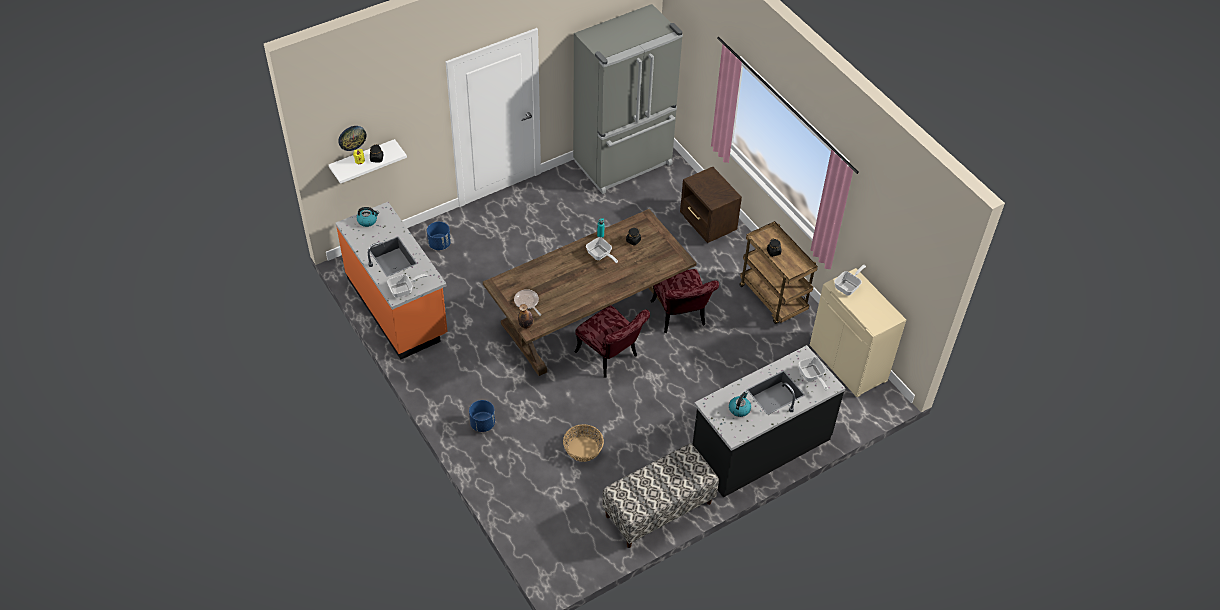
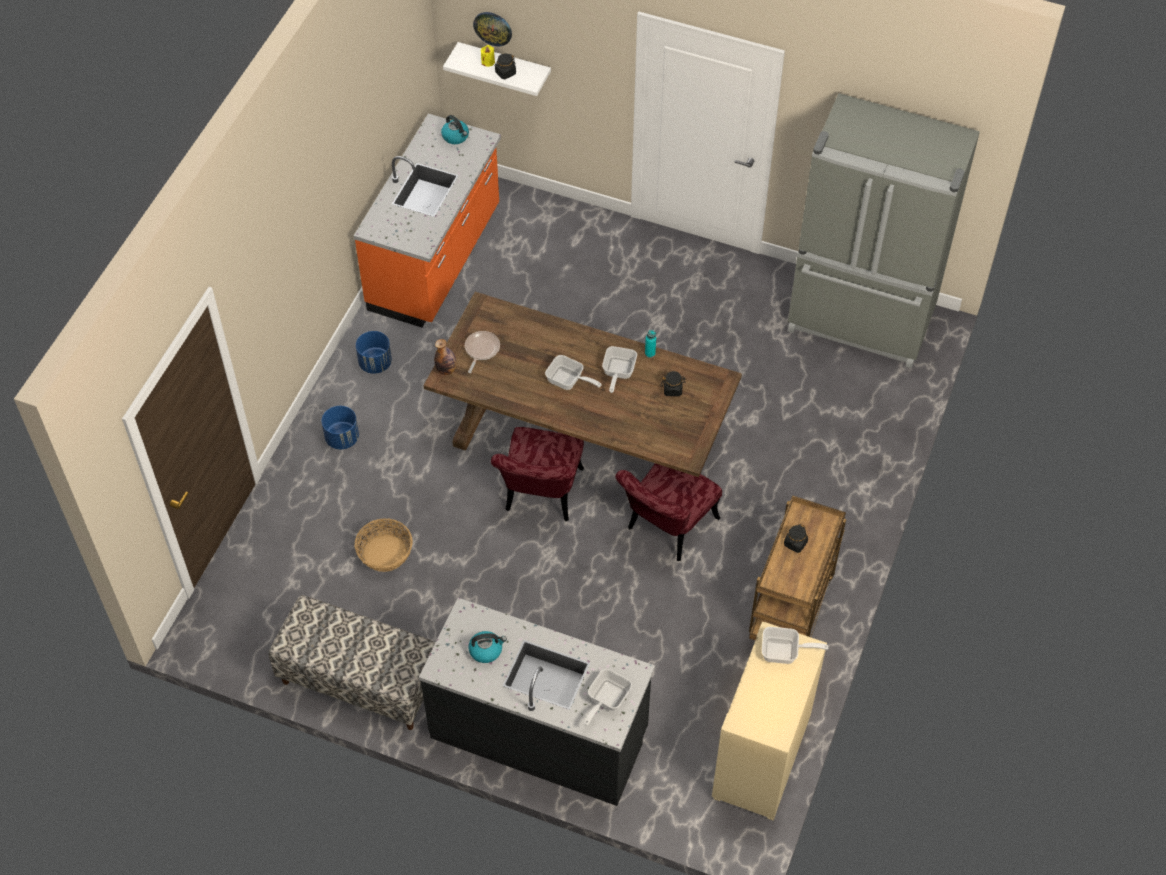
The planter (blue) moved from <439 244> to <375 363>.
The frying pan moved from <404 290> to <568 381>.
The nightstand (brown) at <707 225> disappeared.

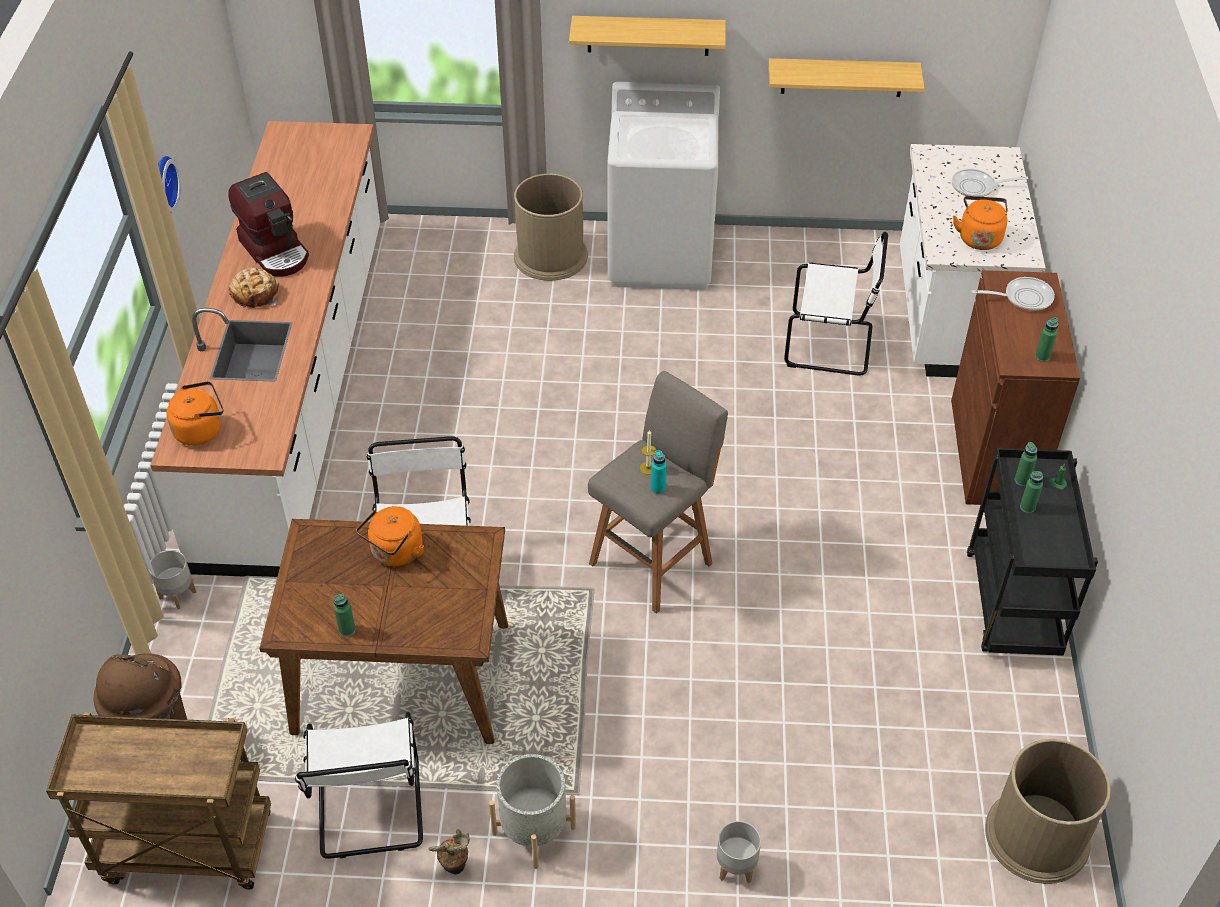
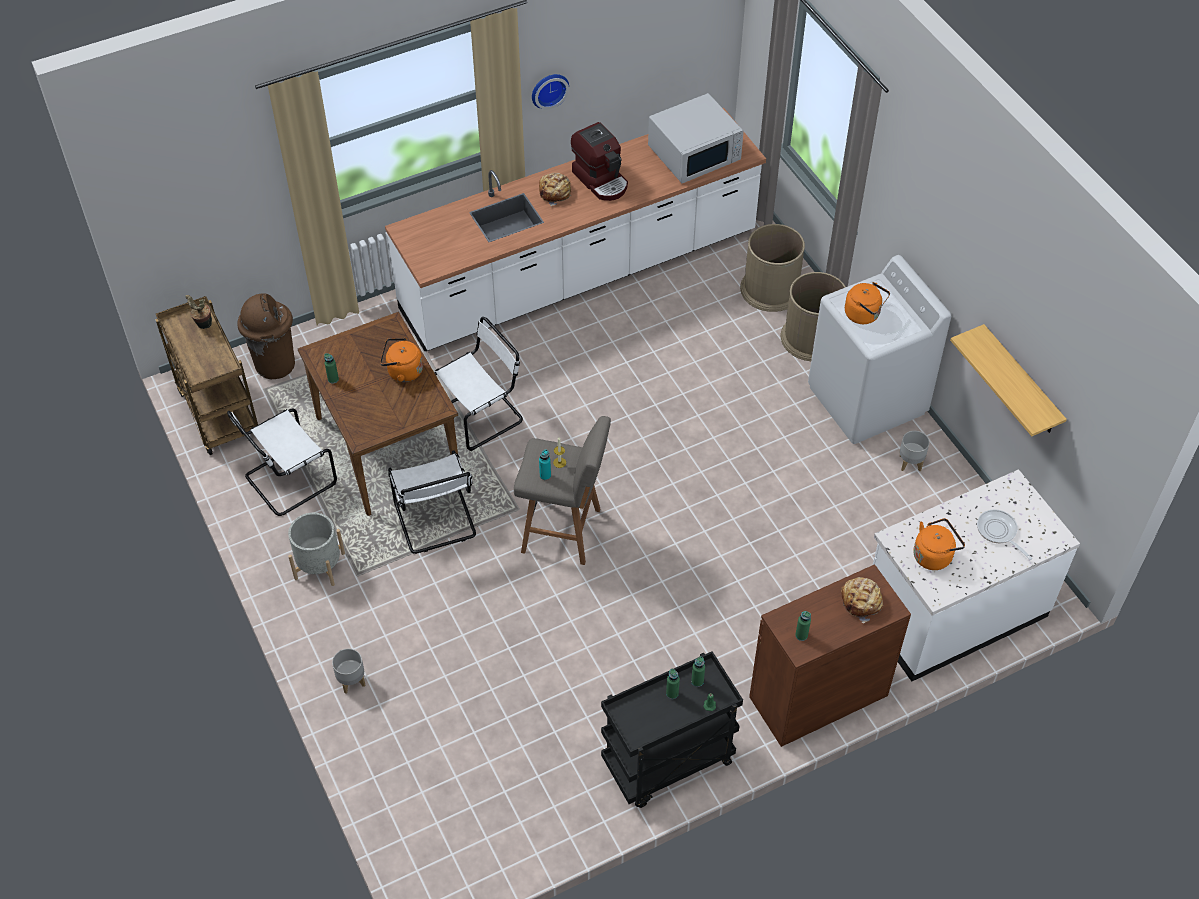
The potted plant moved from <454 868> to <203 325>.
The chair (white) moved from <832 345> to <436 521>.
The coffee machine at <276 250> turned 60 degrees counterclockwise.
The microwave (white) at <695 153> appeared.
The trash can (brown) moved from <1037 836> to <770 289>.
The frying pan at <1023 297> was replaced by the bread at <861 601>.
The kettle (orange) moved from <201 430> to <864 315>.
The planter (grey) moved from <178 595> to <910 463>.
The shelf at <648 35> disappeared.

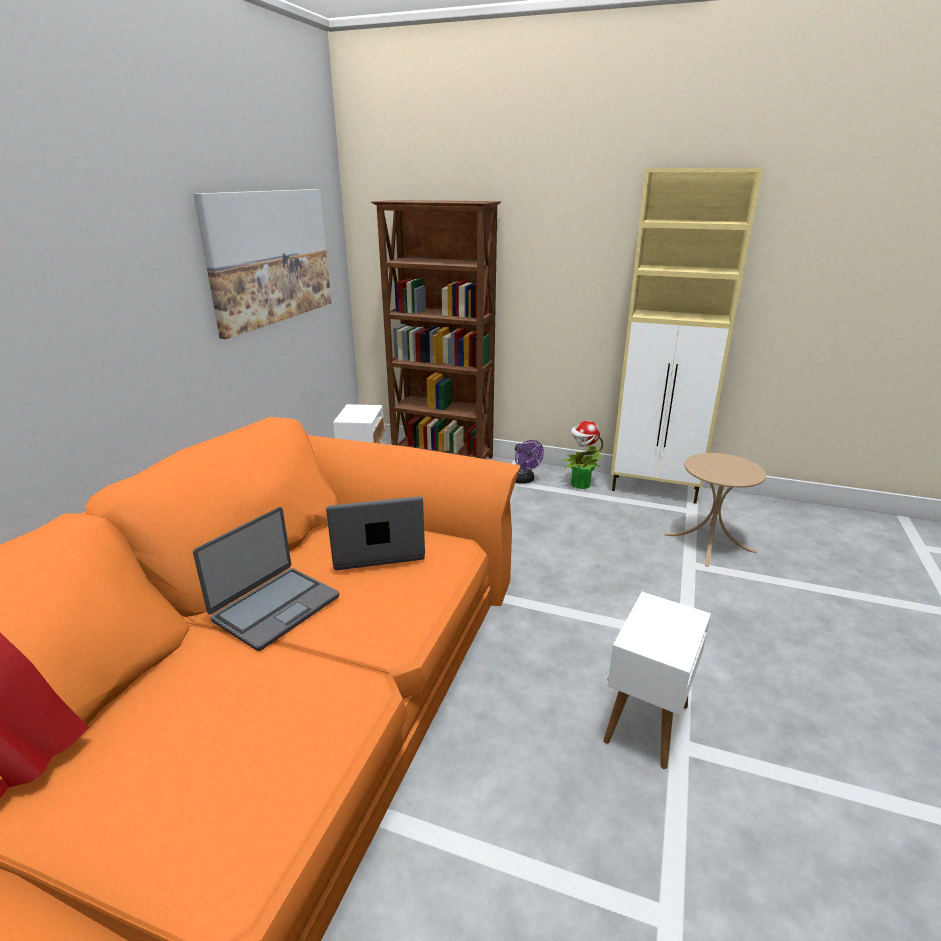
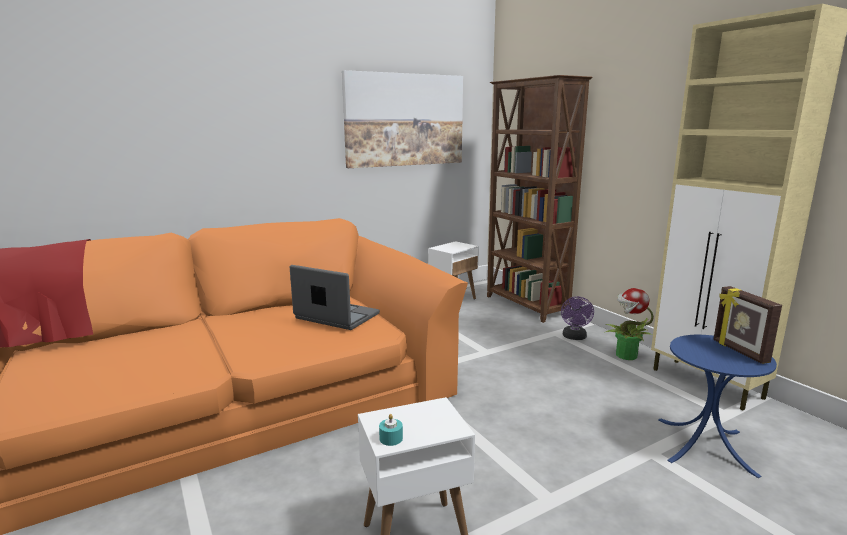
The candle (turquoise) at <391 438> appeared.
The side table (beige) at <709 543> became the side table (blue) at <705 446>.
The picture frame at <739 351> appeared.
The laptop at <275 607> disappeared.

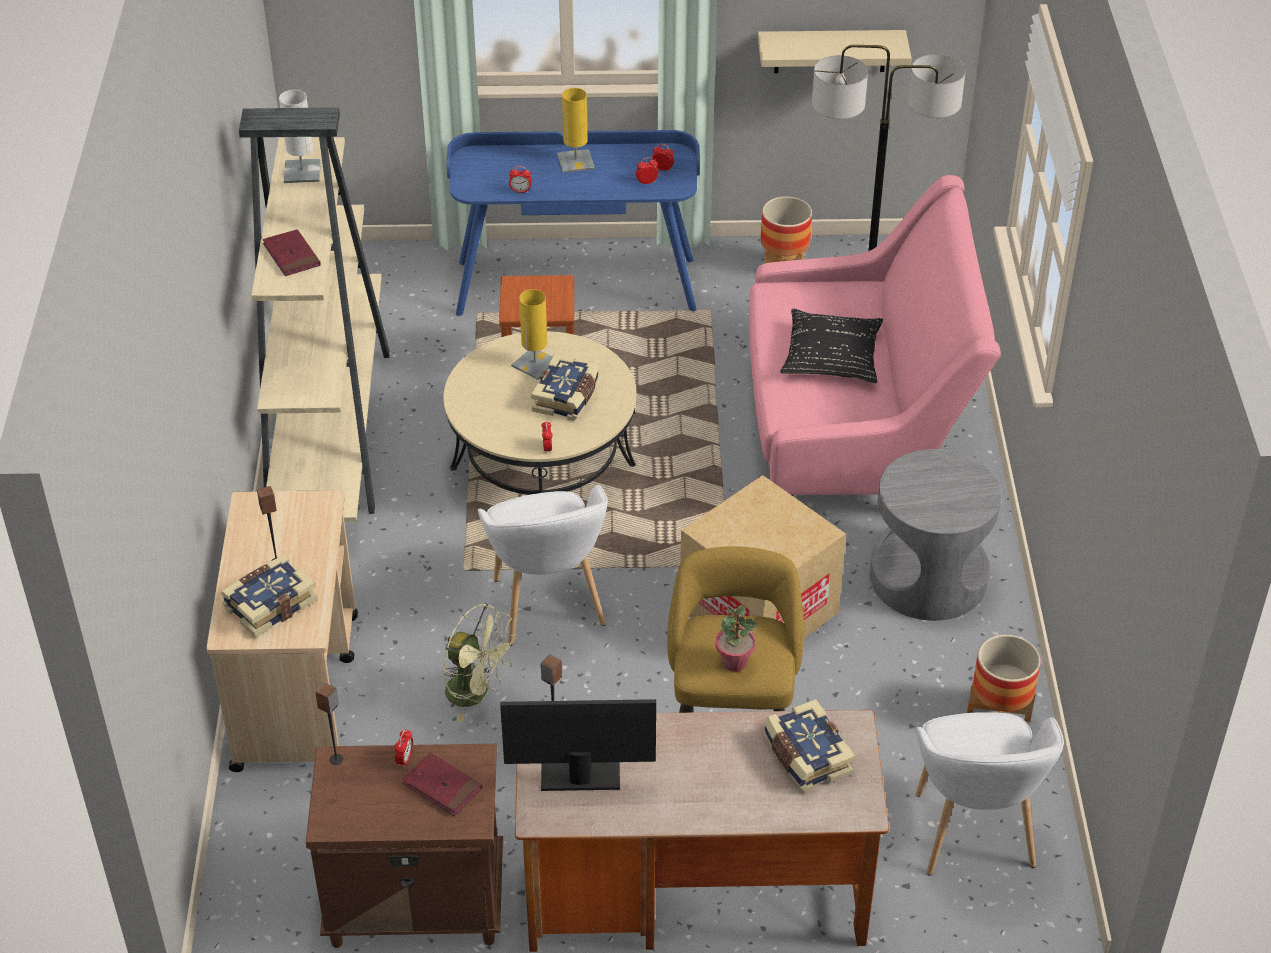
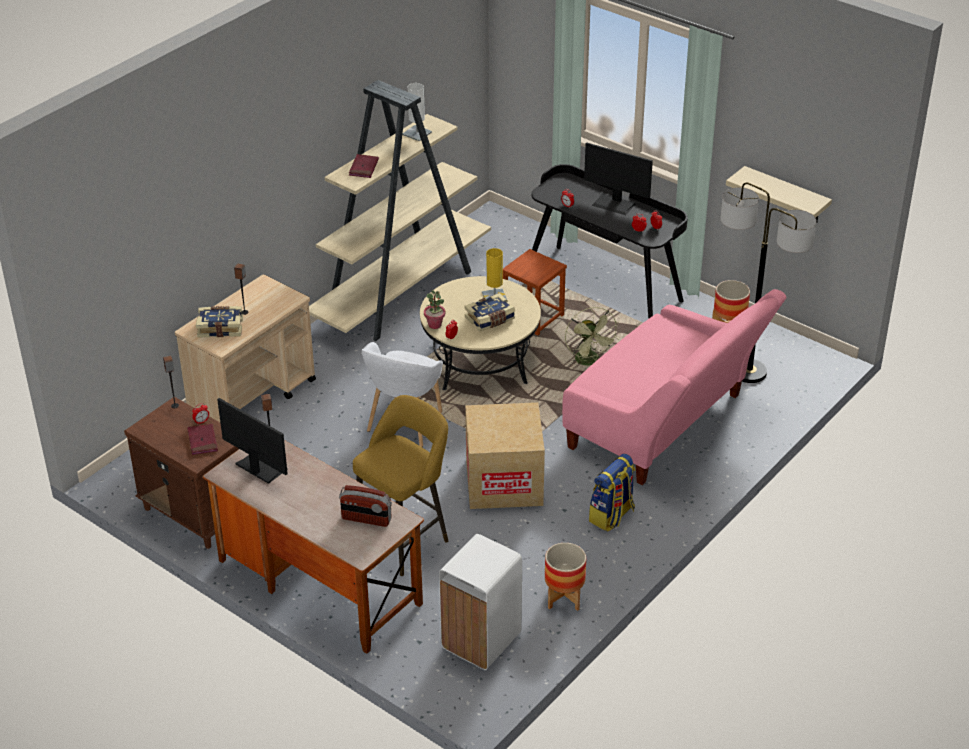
The book at <806 757> was replaced by the radio at <366 519>.
The potted plant moved from <734 662> to <435 325>.
The armchair (white) at <972 834> was replaced by the trash can (white) at <480 641>.
The desk (blue) at <576 285> became the desk (black) at <604 285>.
The fan (green) moved from <476 694> to <590 362>.
The table lamp (yellow) at <575 162> was replaced by the monitor at <614 204>.
The side table (grey) at <928 577> was replaced by the backpack at <612 516>.
The pillow (black) at <832 356> disappeared.

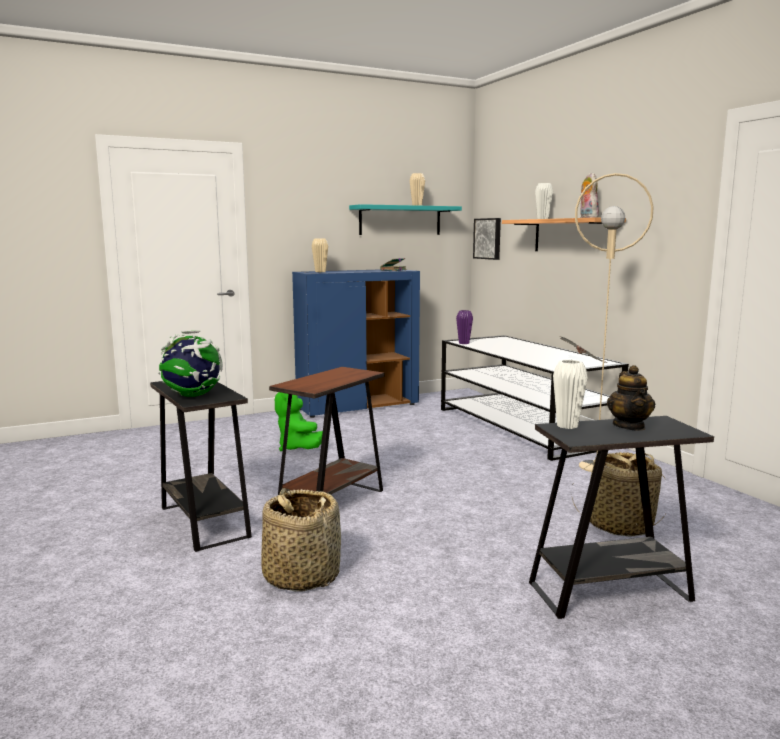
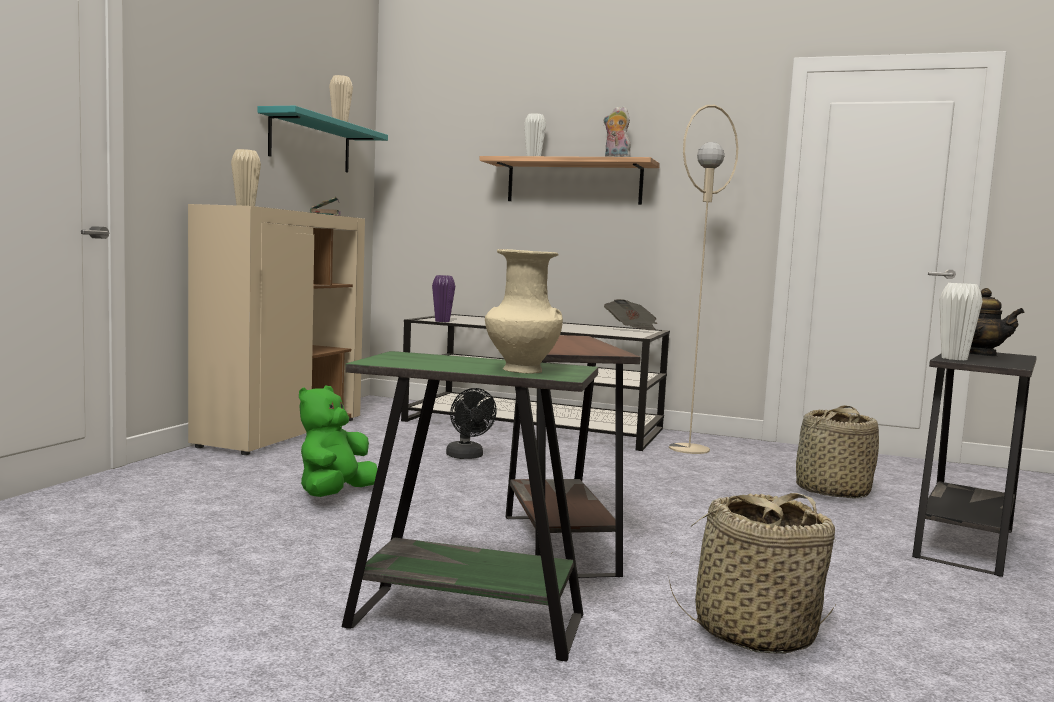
The cabinet (blue) at <358 406> became the cabinet (beige) at <281 432>.
The plush toy (green) at <298 448> turned 90 degrees clockwise.
The side table (black) at <204 522> became the side table (green) at <466 621>.
The fan (black) at <467 456> appeared.
The globe at <193 396> was replaced by the vase (beige) at <520 370>.
The picture at <488 238> disappeared.

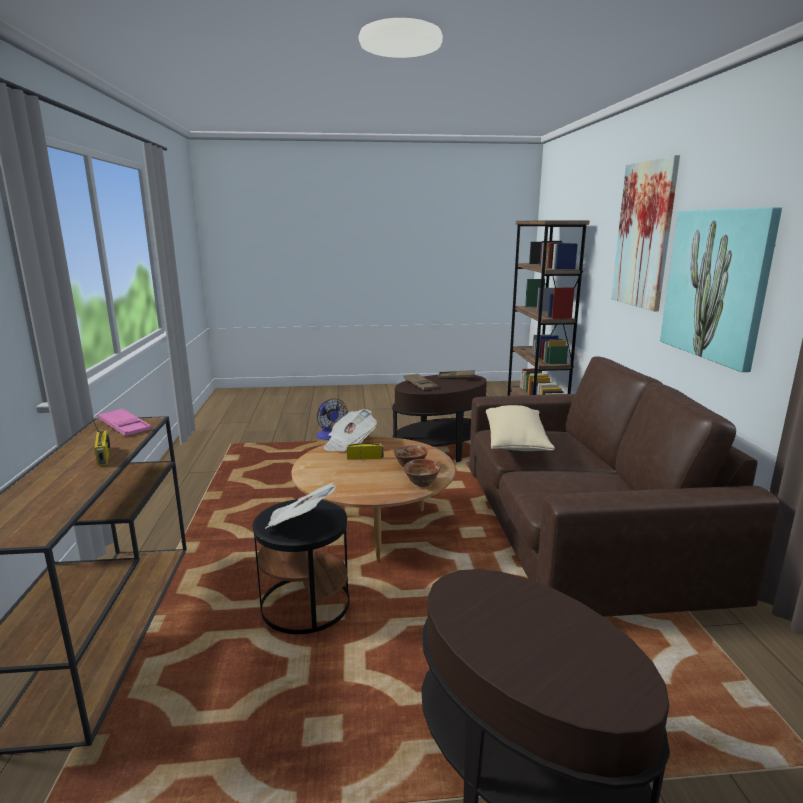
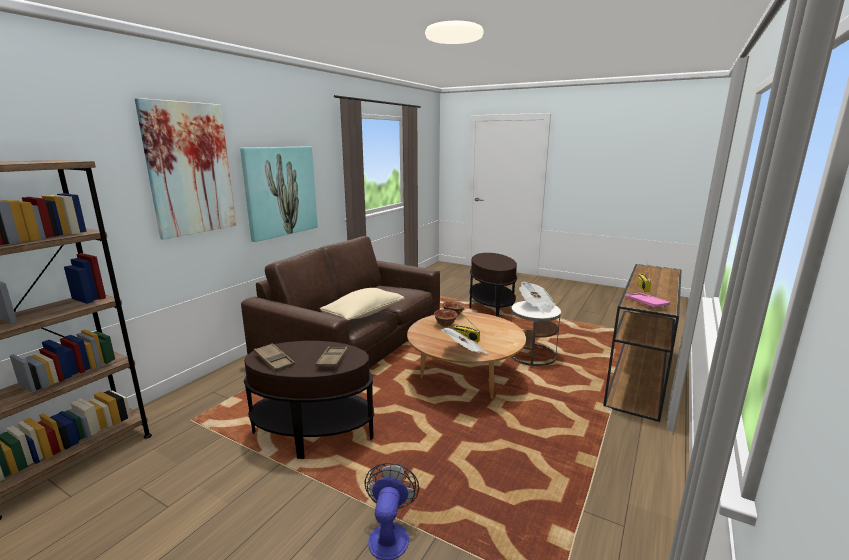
The side table (black) at <305 605> became the side table (white) at <532 355>.

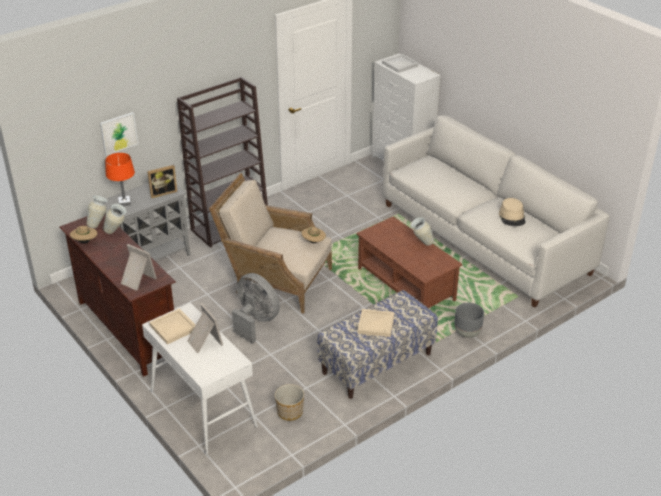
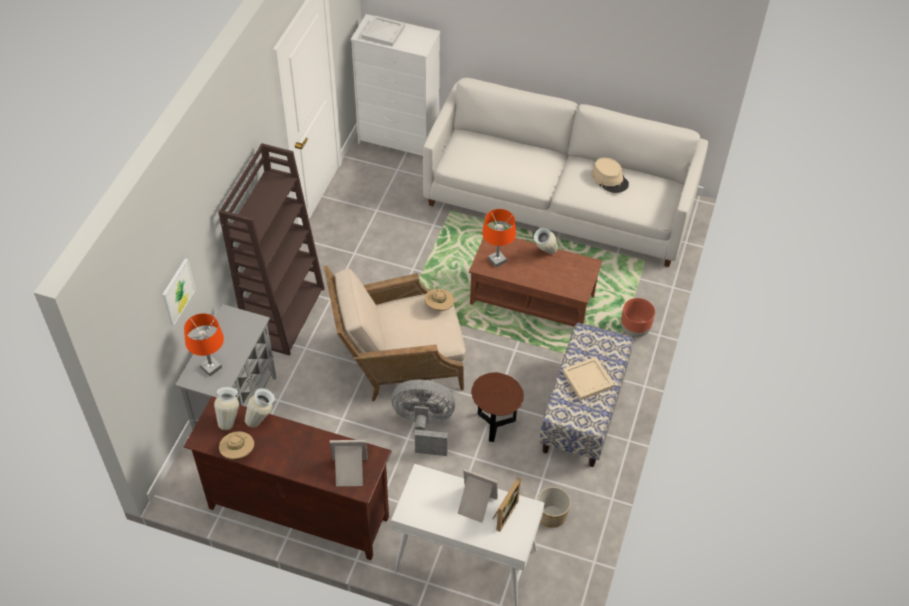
The side table (brown) at <495 425> appeared.
The table lamp (orange) at <497 260> appeared.
The picture frame moved from <163 192> to <503 513>.
The planter (grey) at <467 333> became the planter (brown) at <634 329>.
The tray (beige) at <173 328> disappeared.

